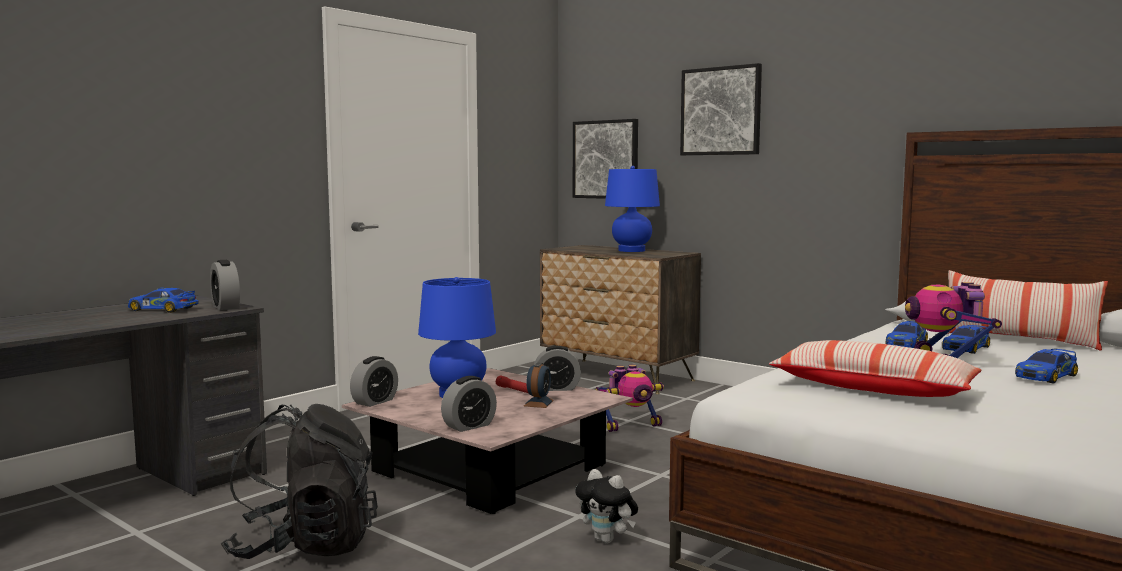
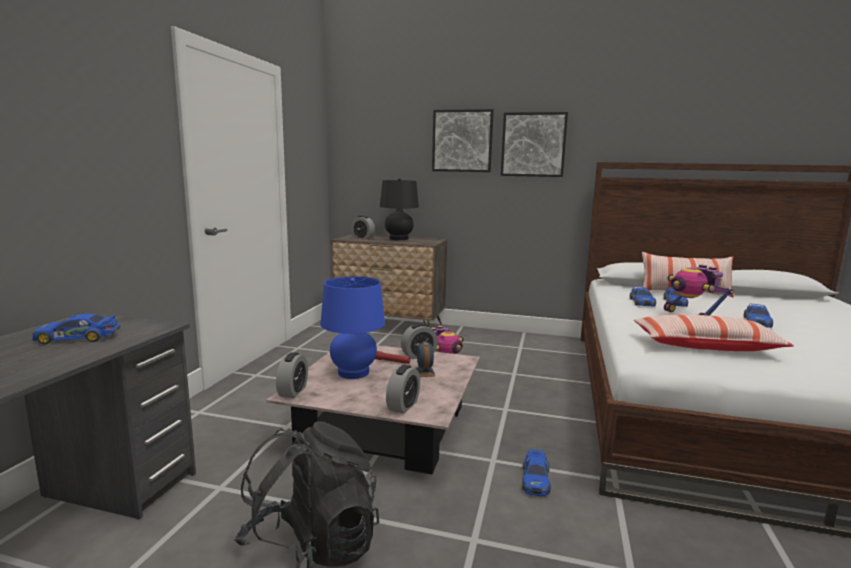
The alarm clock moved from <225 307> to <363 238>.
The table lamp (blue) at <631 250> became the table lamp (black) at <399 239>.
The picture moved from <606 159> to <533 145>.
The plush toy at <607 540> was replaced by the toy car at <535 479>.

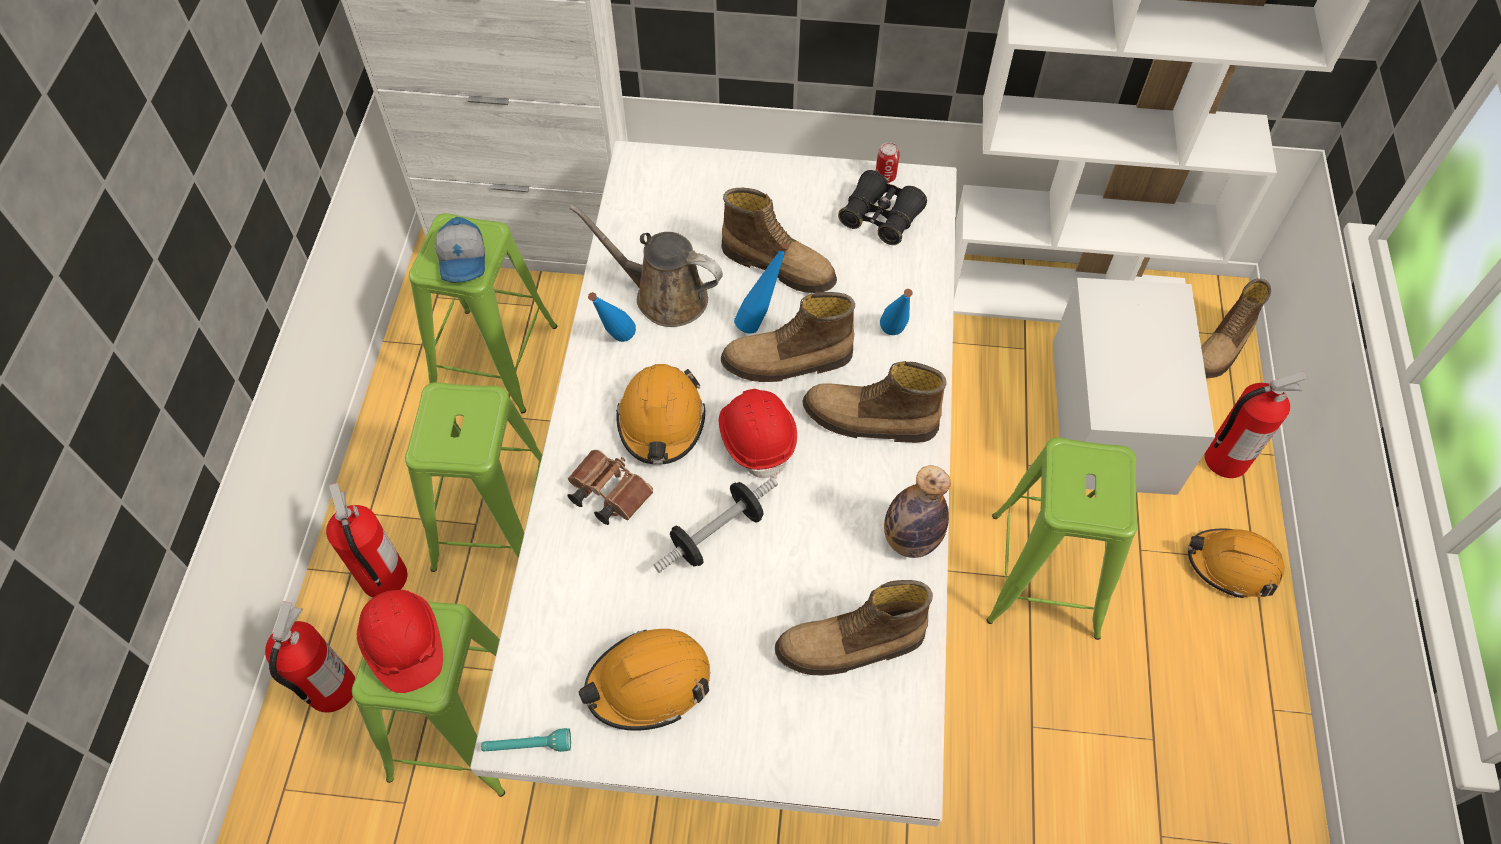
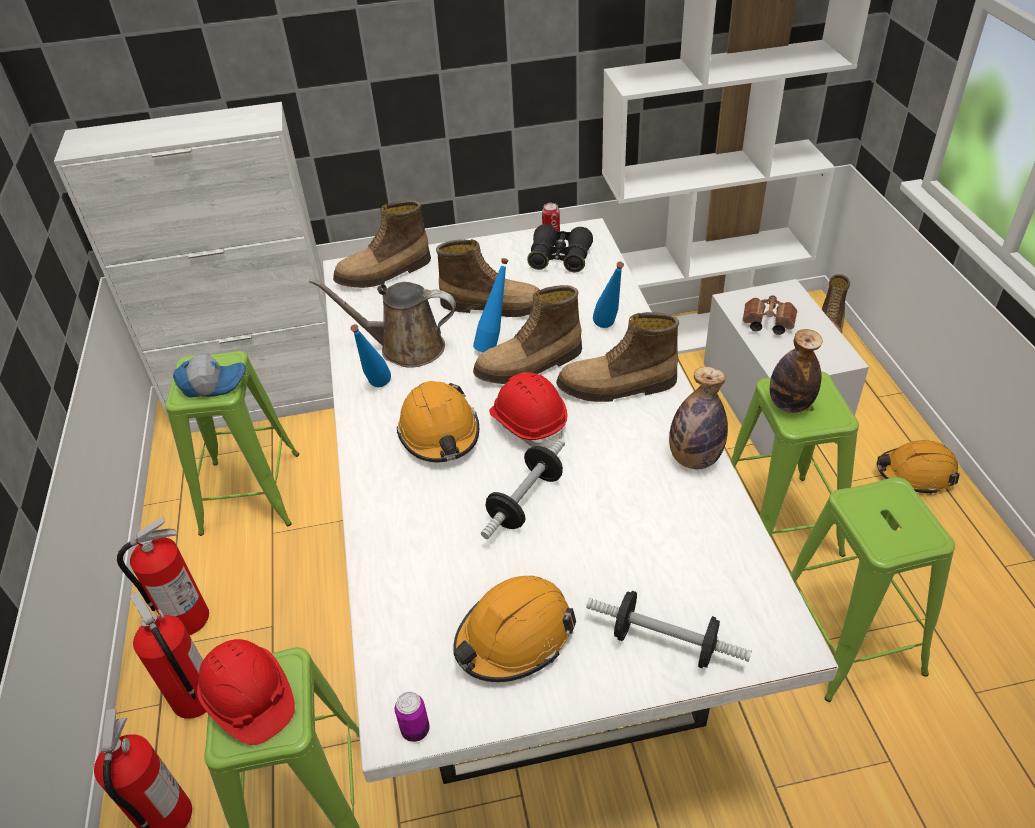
The fire extinguisher moved from <1224 459> to <186 618>.
The cap at <464 260> turned 75 degrees counterclockwise.
The boot moved from <851 646> to <384 273>.
The flashlight (turquoise) at <527 746> was replaced by the can at <415 730>.
The dumbbell at <665 642> appeared.
The binoculars (brown) moved from <607 493> to <766 324>.
The bottle at <790 404> appeared.
The stool (green) moved from <495 521> to <847 638>.

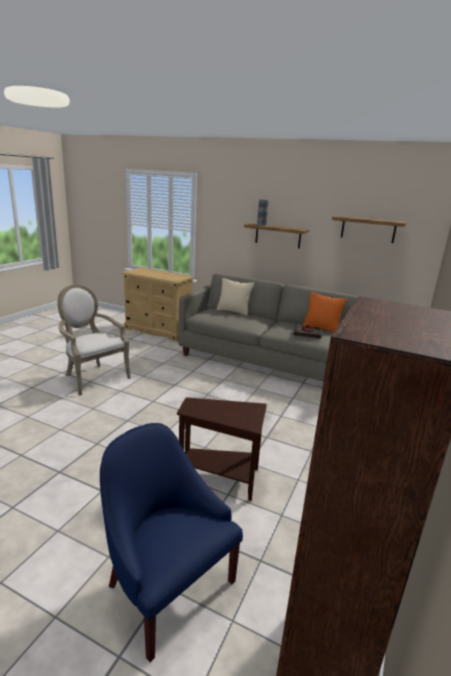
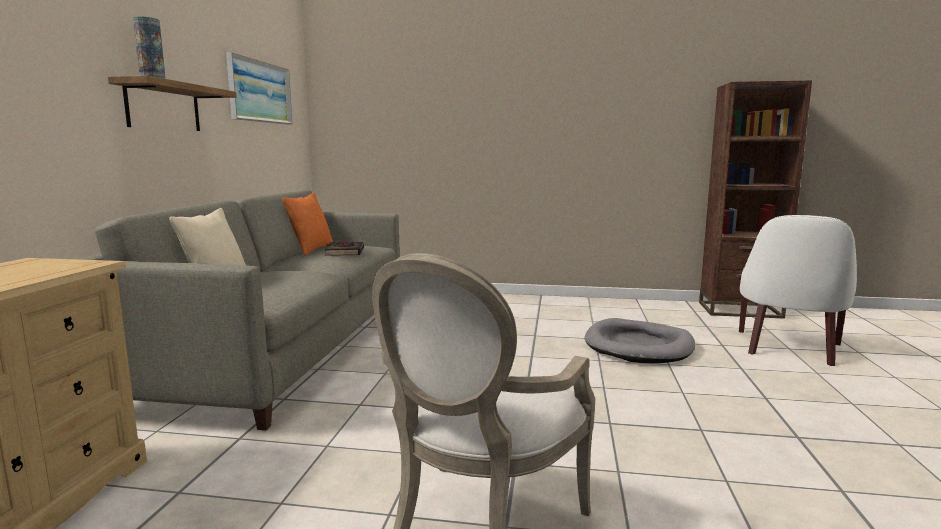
The shelf at <368 229> was replaced by the picture at <260 92>.
The side table (brown) at <222 478> was replaced by the dog bed (grey) at <639 346>.
The armchair (blue) at <166 586> became the armchair (white) at <788 348>.

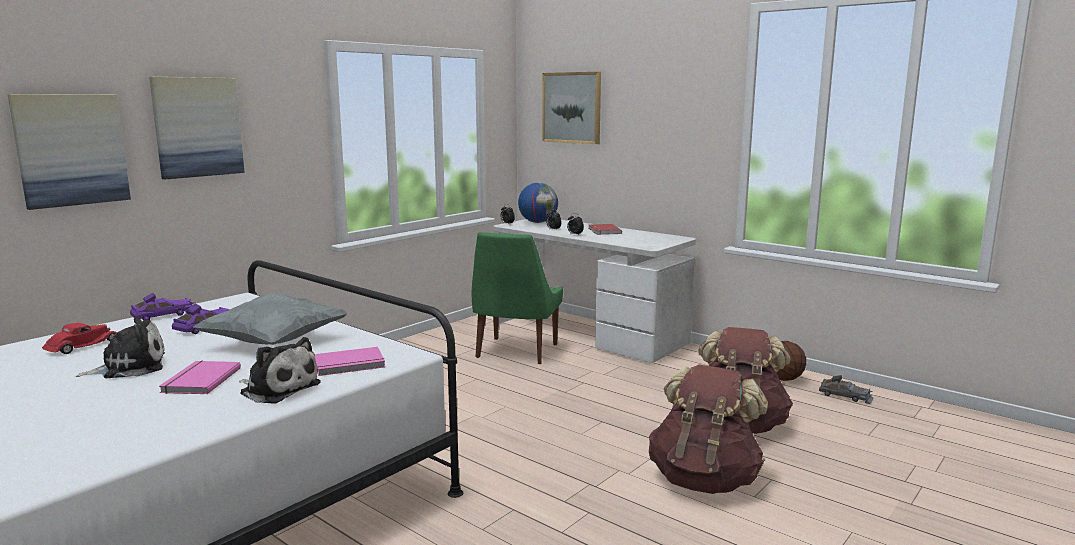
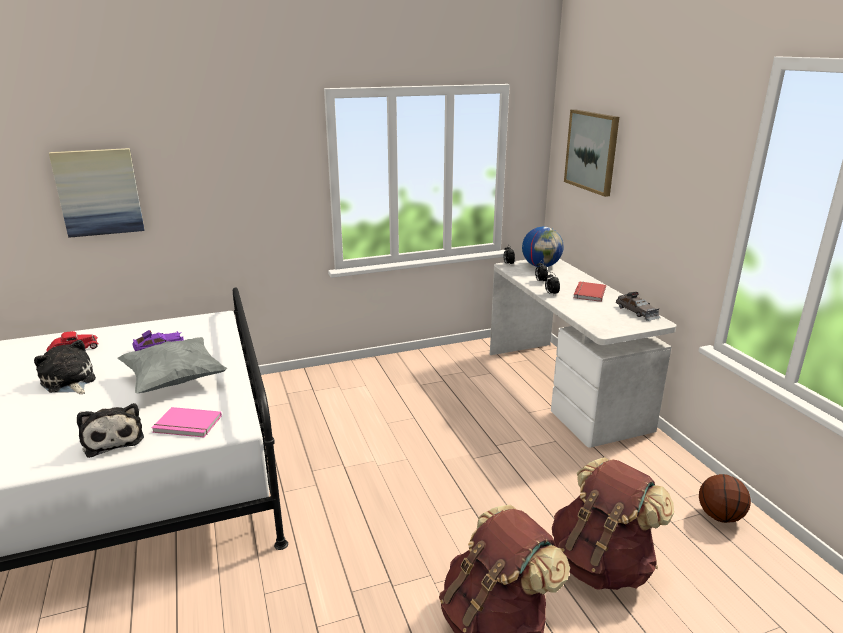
The plush toy at <130 367> turned 135 degrees counterclockwise.
The toy car (grey) moved from <845 396> to <637 312>.
The toy car (purple) at <165 315> disappeared.
The picture at <197 127> disappeared.
The book (pink) at <199 380> disappeared.
The chair (green) at <515 352> disappeared.

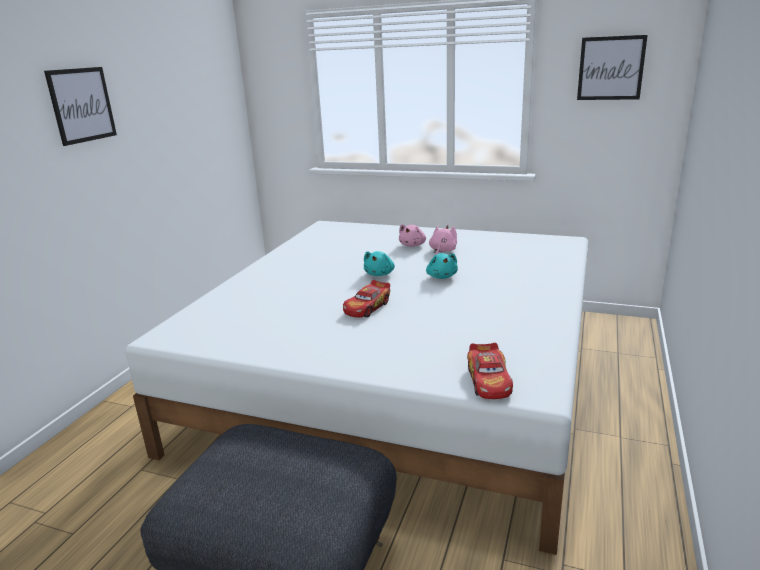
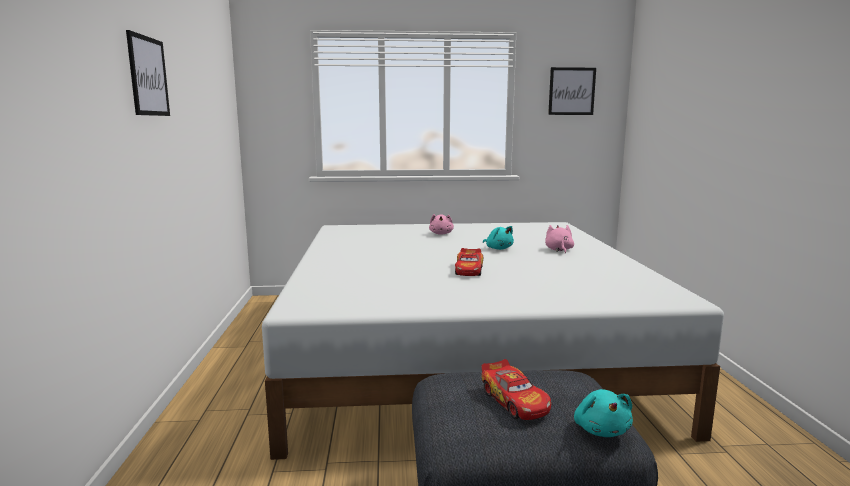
The toy car moved from <489 381> to <514 401>.
The plush toy (pink) moved from <442 251> to <559 250>.
The plush toy (turquoise) moved from <380 274> to <601 429>.

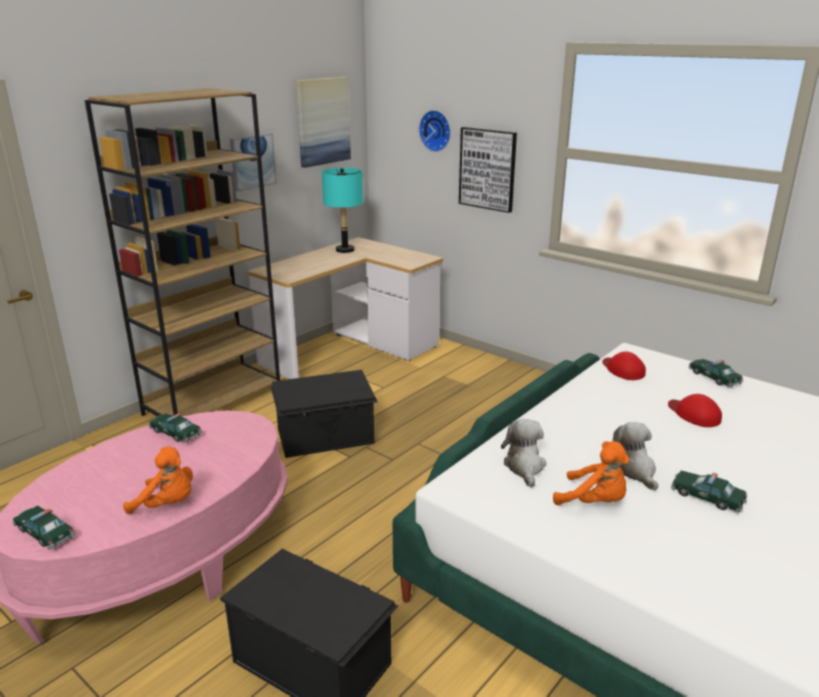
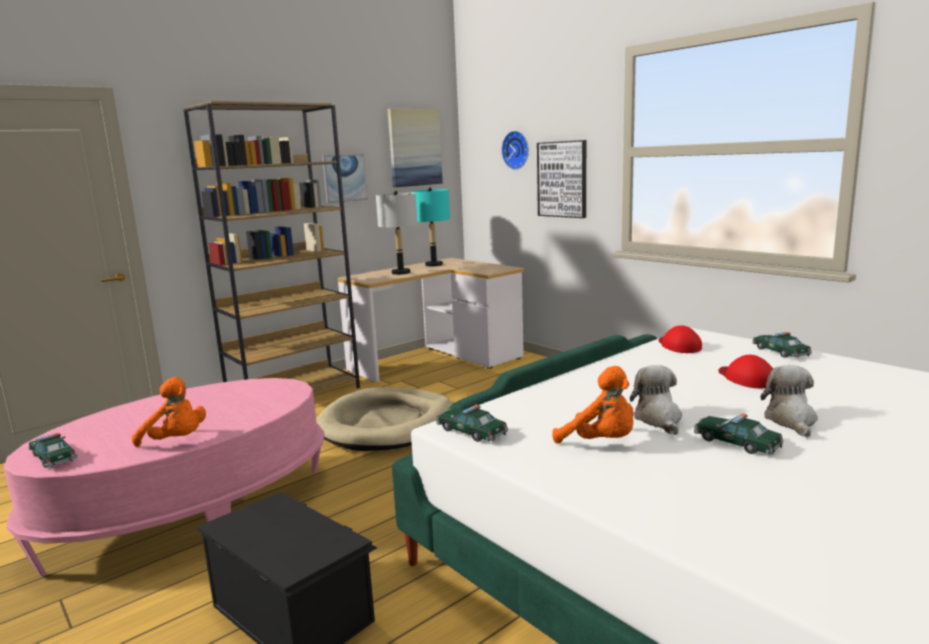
The storage box (black) at <326 437> was replaced by the dog bed (beige) at <387 424>.
The table lamp (grey) at <401 273> appeared.
The toy car moved from <175 433> to <471 432>.
The plush toy moved from <524 466> to <791 420>.

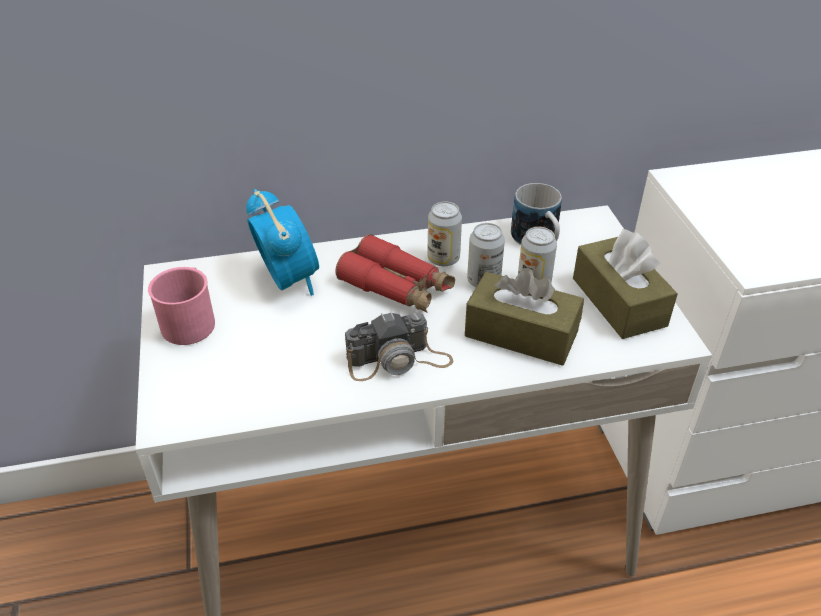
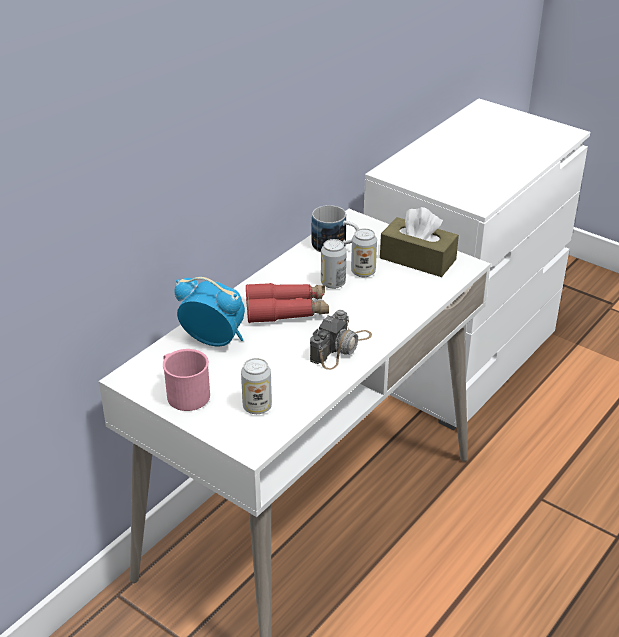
The can moved from <443 258> to <257 407>.
The tissue box (brown) at <521 334> disappeared.

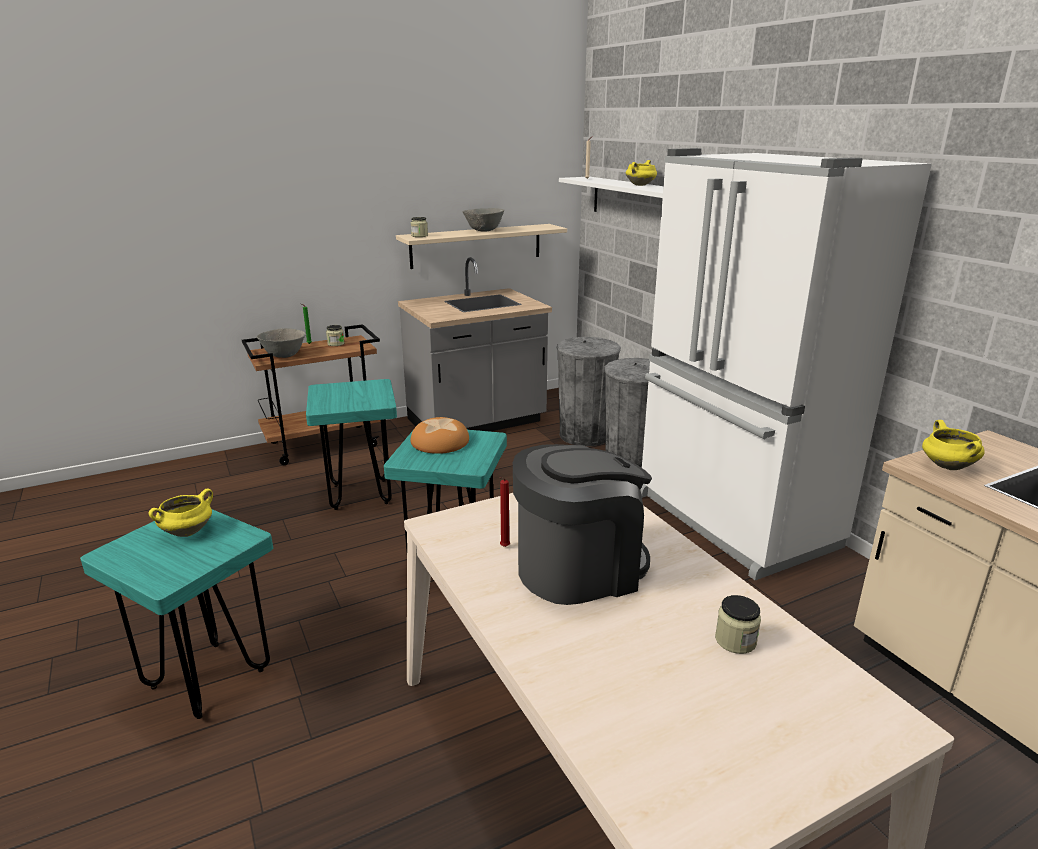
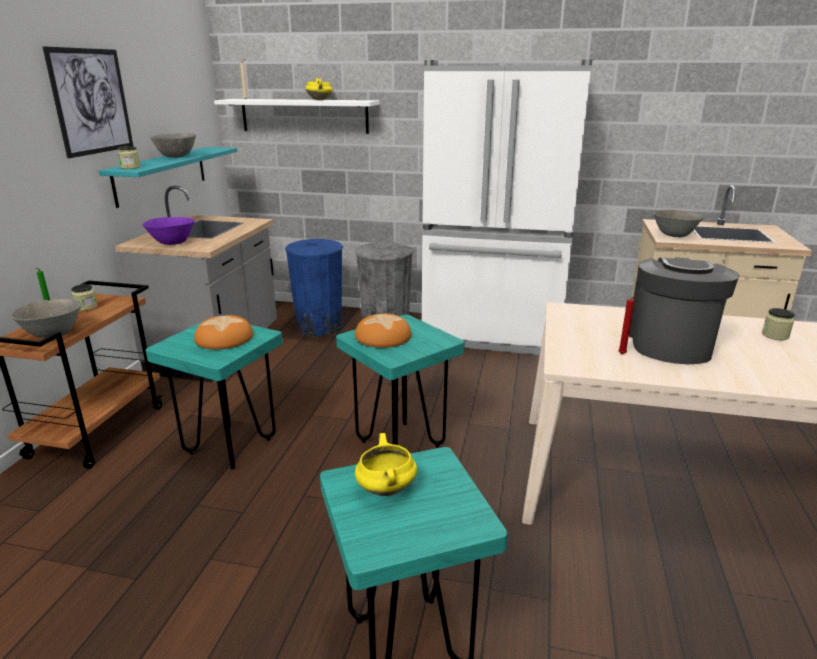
The picture at <91 101> appeared.
The shelf (beige) at <476 246> became the shelf (turquoise) at <161 175>.
The bowl (purple) at <172 243> appeared.
The bread at <224 338> appeared.
The trash can (grey) at <585 435> became the trash can (blue) at <319 327>.
The cooking pot (yellow) at <946 466> was replaced by the bowl (grey) at <674 236>.

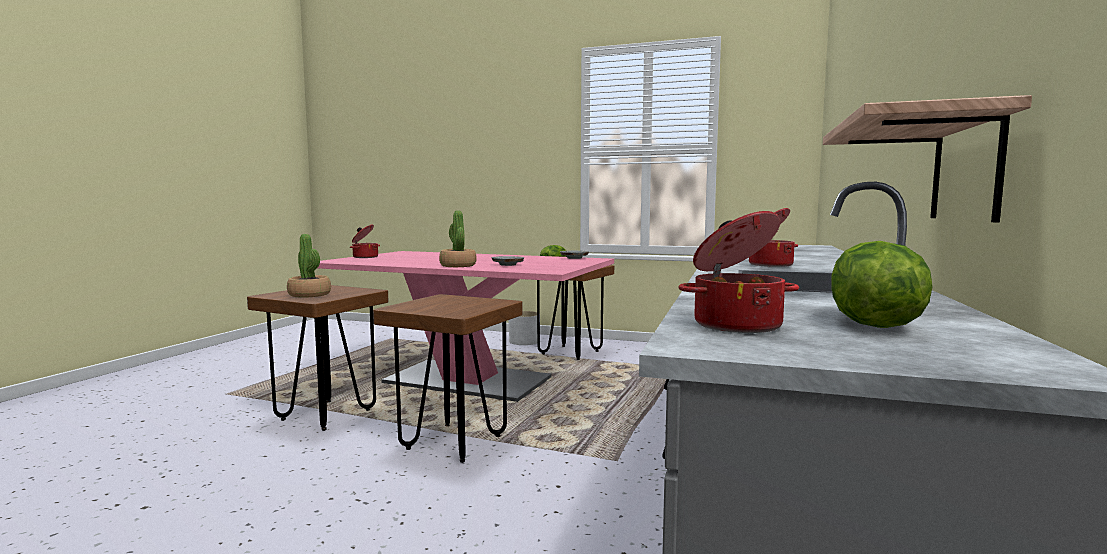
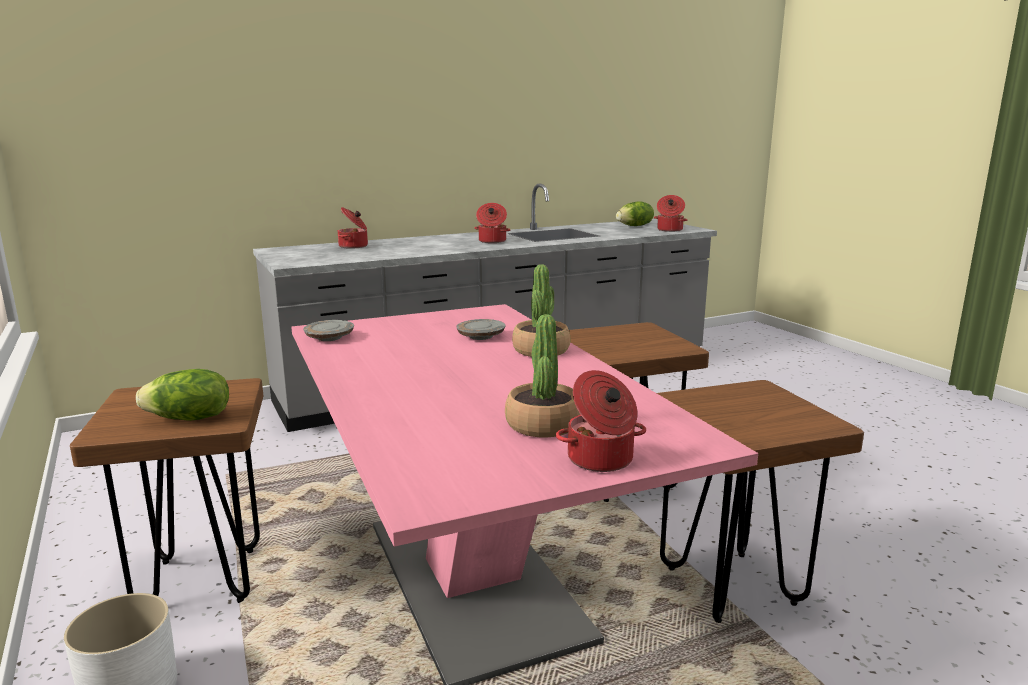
The cooking pot at <354 246> appeared.
The potted plant moved from <309 295> to <542 425>.
The shelf at <966 169> disappeared.

